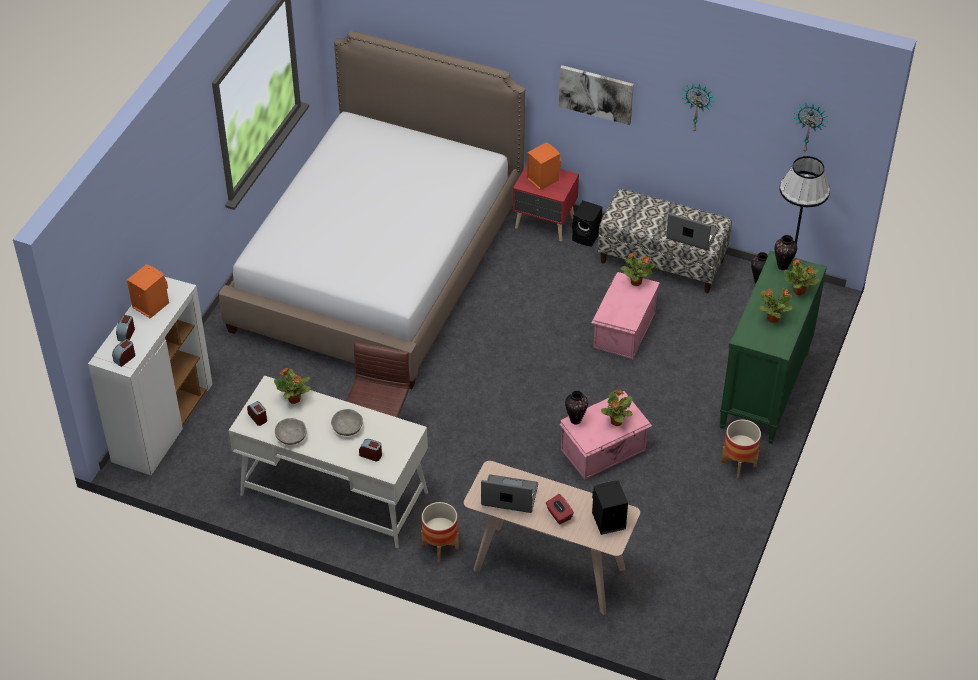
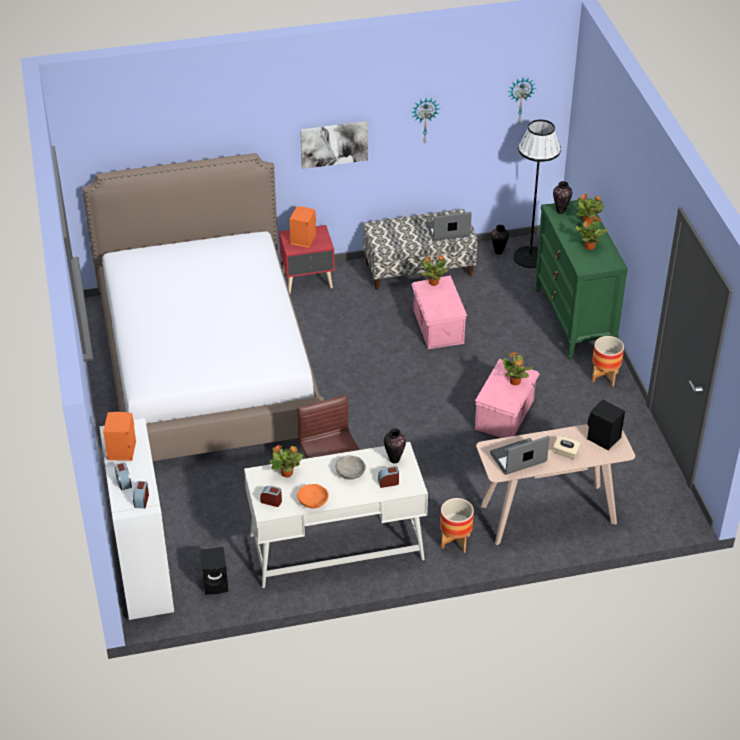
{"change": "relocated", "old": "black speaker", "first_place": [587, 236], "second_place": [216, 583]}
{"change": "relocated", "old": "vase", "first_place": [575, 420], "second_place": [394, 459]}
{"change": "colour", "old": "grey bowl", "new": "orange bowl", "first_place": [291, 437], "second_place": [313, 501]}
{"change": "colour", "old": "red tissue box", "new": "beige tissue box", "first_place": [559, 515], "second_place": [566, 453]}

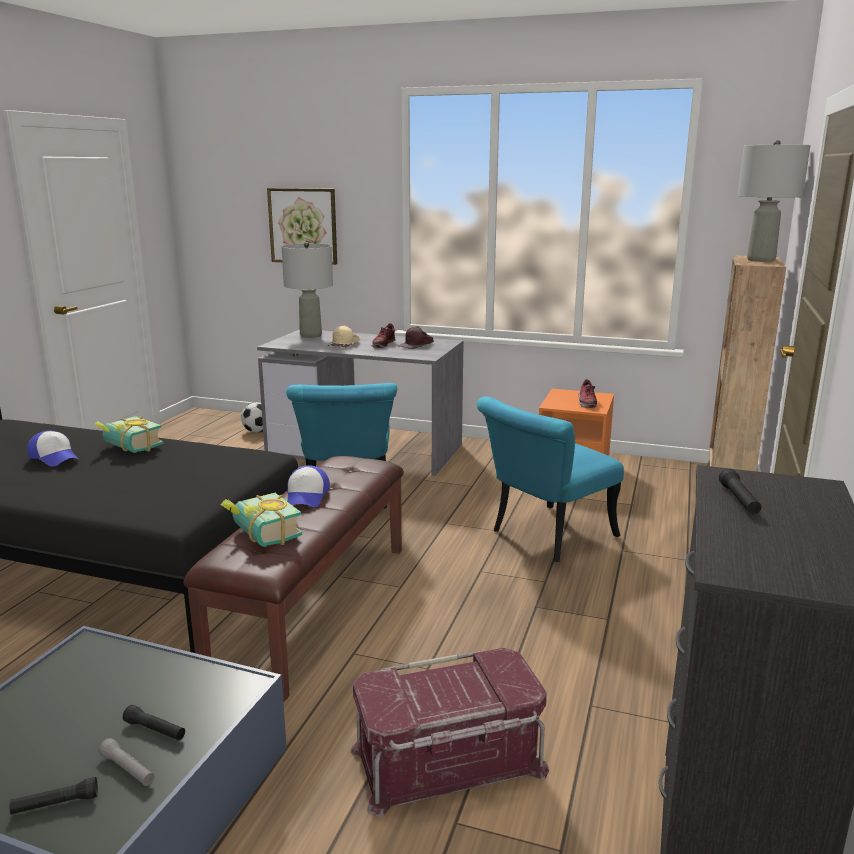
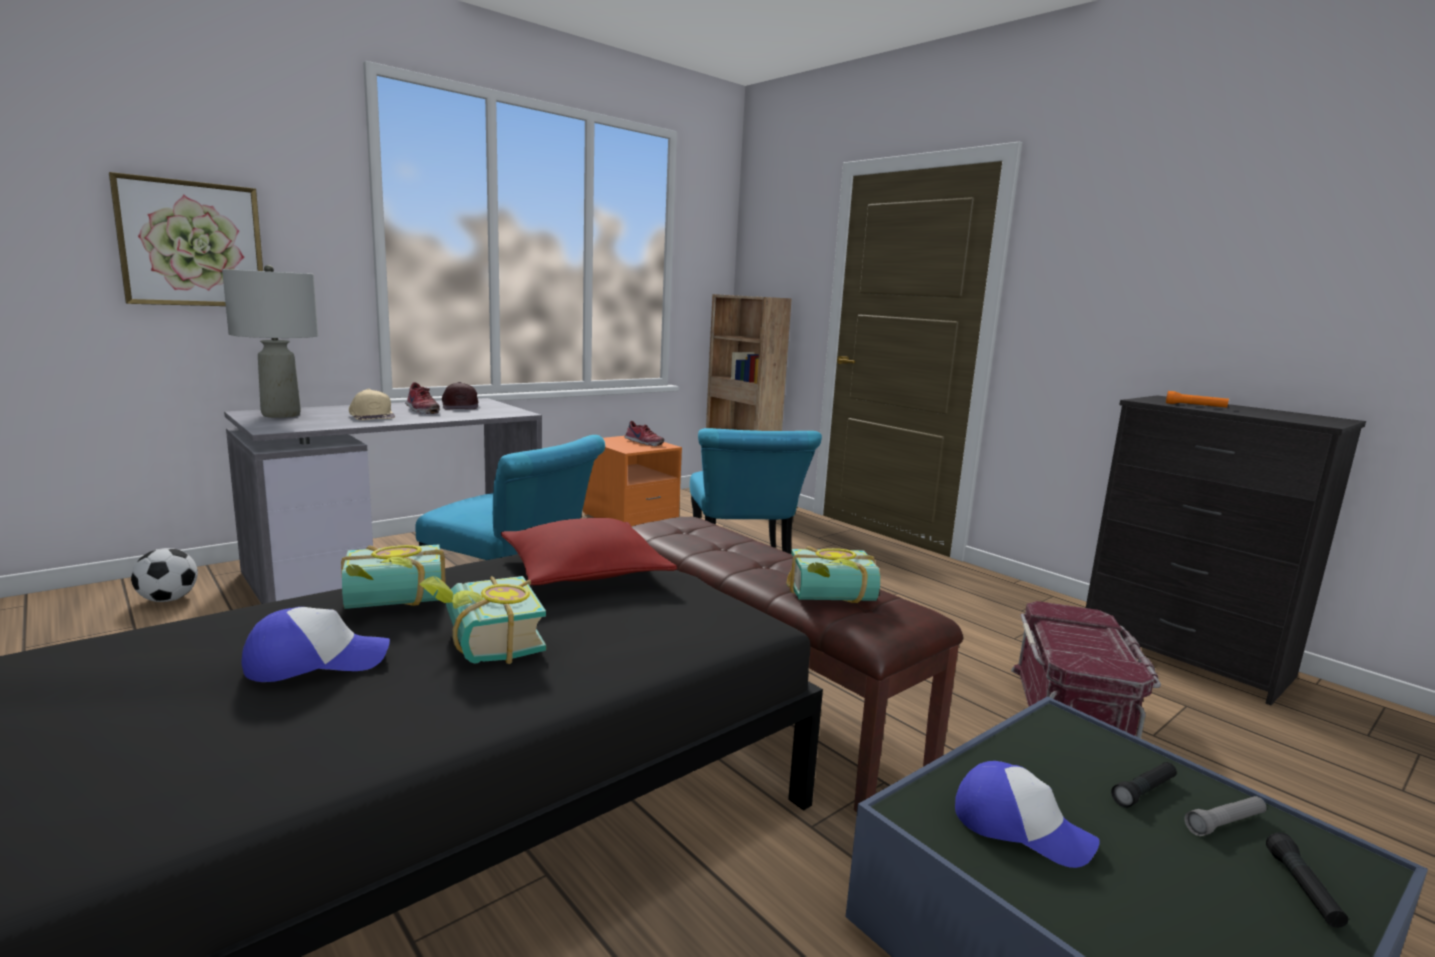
{"change": "missing", "old": "grey table lamp", "first_place": [760, 260]}
{"change": "relocated", "old": "cap", "first_place": [307, 496], "second_place": [1020, 827]}
{"change": "colour", "old": "black flashlight", "new": "orange flashlight", "first_place": [739, 500], "second_place": [1195, 406]}
{"change": "appeared", "new": "red pillow", "second_place": [584, 571]}
{"change": "appeared", "new": "book", "second_place": [482, 644]}

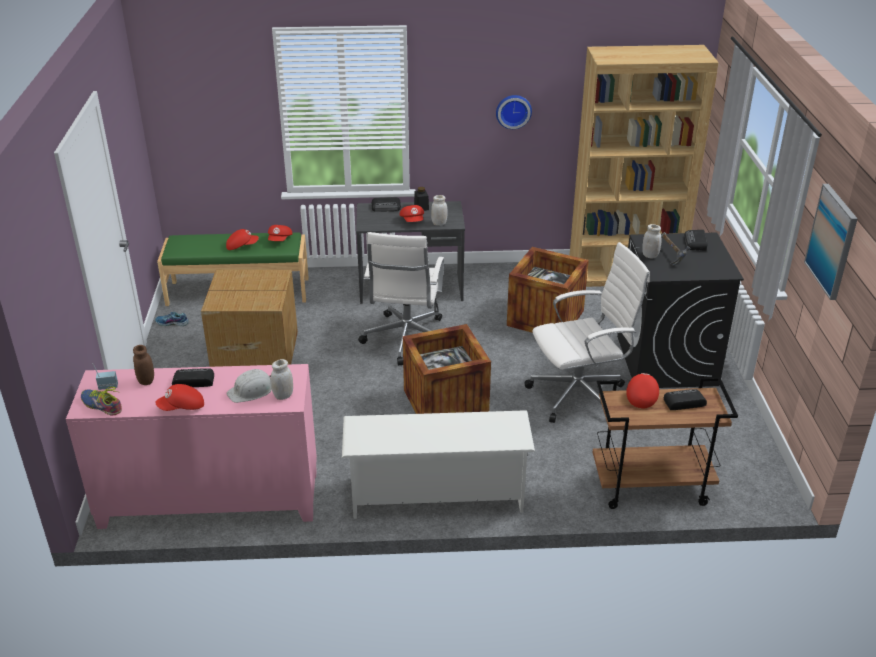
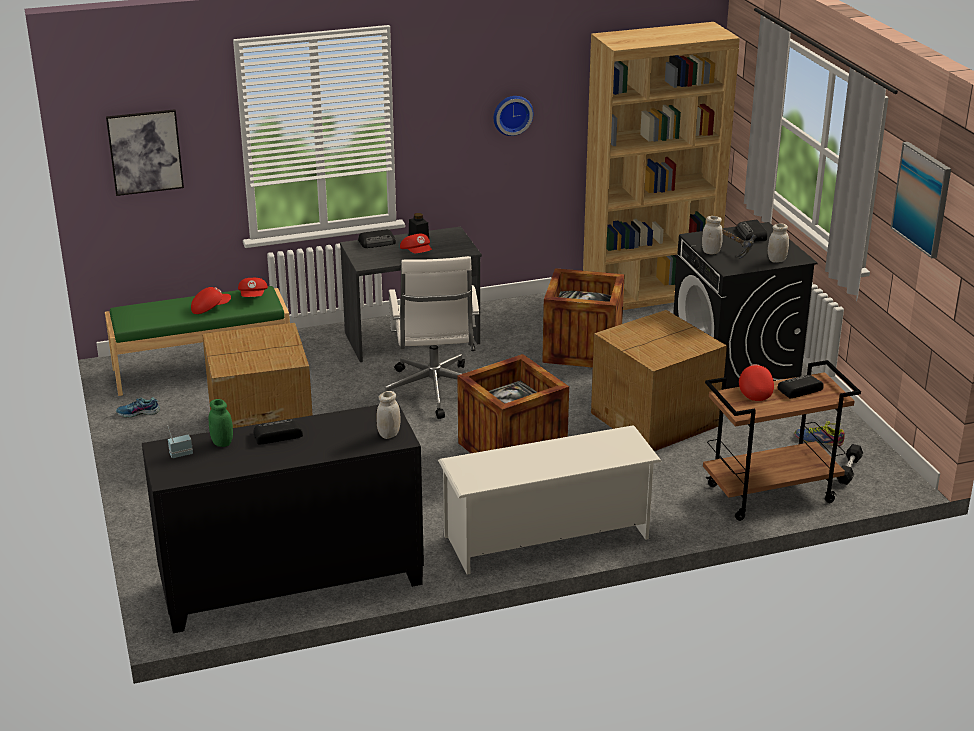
{"change": "relocated", "old": "white jar", "first_place": [439, 223], "second_place": [776, 260]}
{"change": "exchanged", "old": "white office chair", "new": "cardboard box", "first_place": [580, 395], "second_place": [657, 419]}
{"change": "colour", "old": "brown jar", "new": "green jar", "first_place": [146, 381], "second_place": [222, 442]}
{"change": "colour", "old": "pink cabinet", "new": "black cabinet", "first_place": [210, 500], "second_place": [291, 584]}
{"change": "missing", "old": "white hard hat", "first_place": [251, 390]}
{"change": "missing", "old": "red cap", "first_place": [182, 407]}
{"change": "relocated", "old": "shoe", "first_place": [101, 405], "second_place": [819, 440]}
{"change": "appeared", "new": "picture", "second_place": [145, 152]}
{"change": "appeared", "new": "black dumbbell", "second_place": [848, 470]}

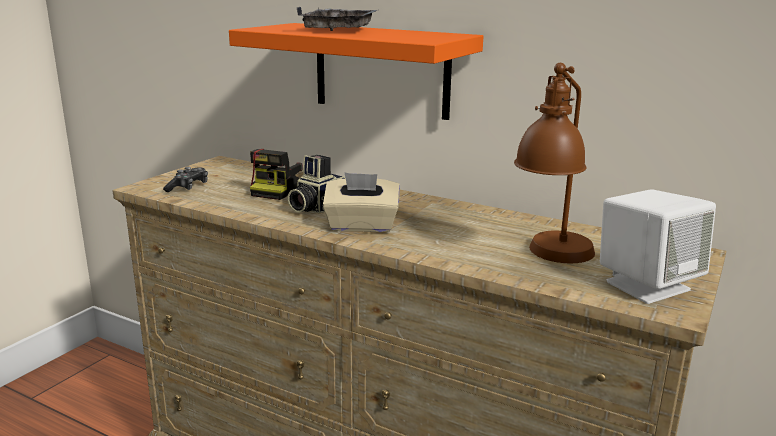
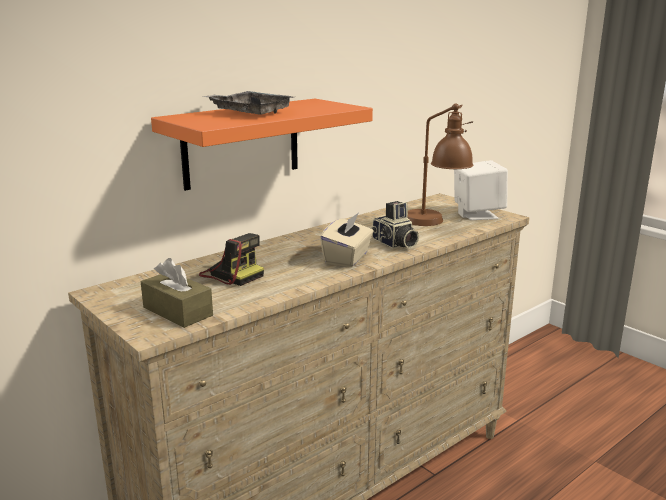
{"change": "relocated", "old": "photo camera", "first_place": [316, 207], "second_place": [394, 244]}
{"change": "exchanged", "old": "game controller", "new": "brown tissue box", "first_place": [188, 187], "second_place": [177, 311]}

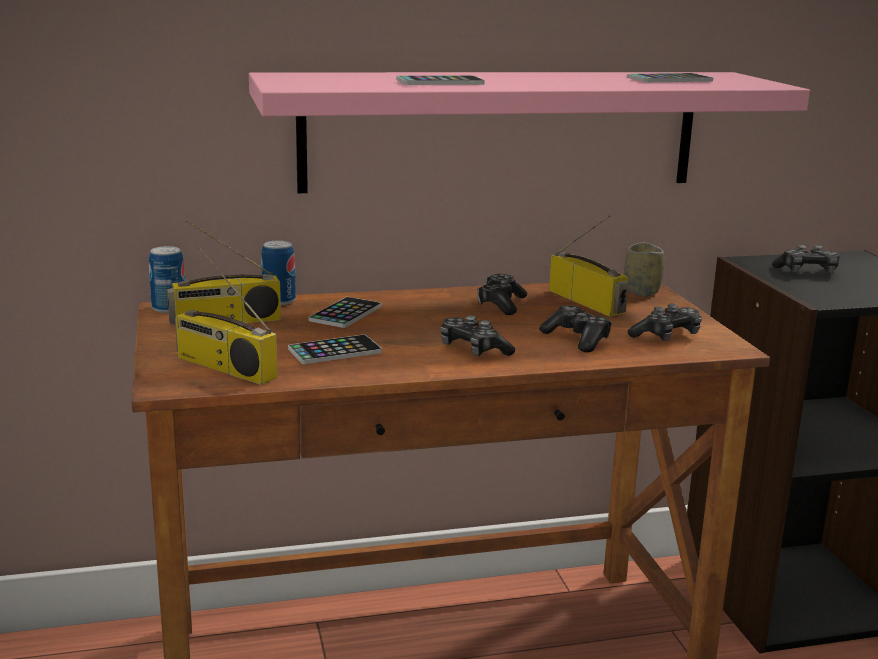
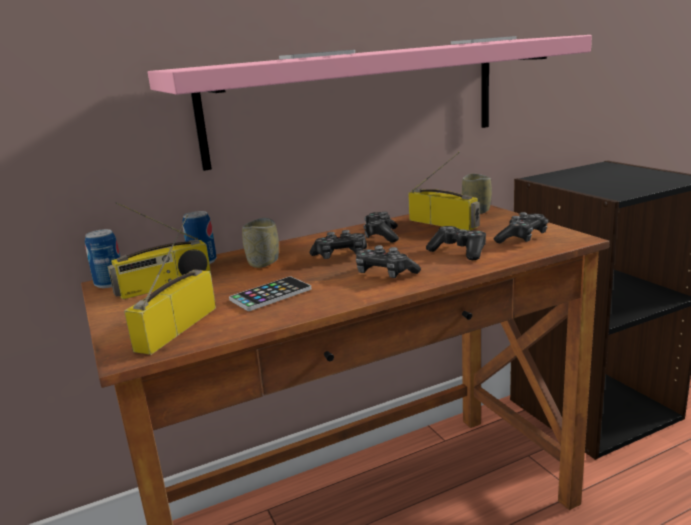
{"change": "relocated", "old": "game controller", "first_place": [807, 272], "second_place": [340, 256]}
{"change": "spun", "old": "radio", "first_place": [223, 367], "second_place": [177, 327], "degrees": 90}
{"change": "exchanged", "old": "phone", "new": "cup", "first_place": [345, 314], "second_place": [263, 262]}

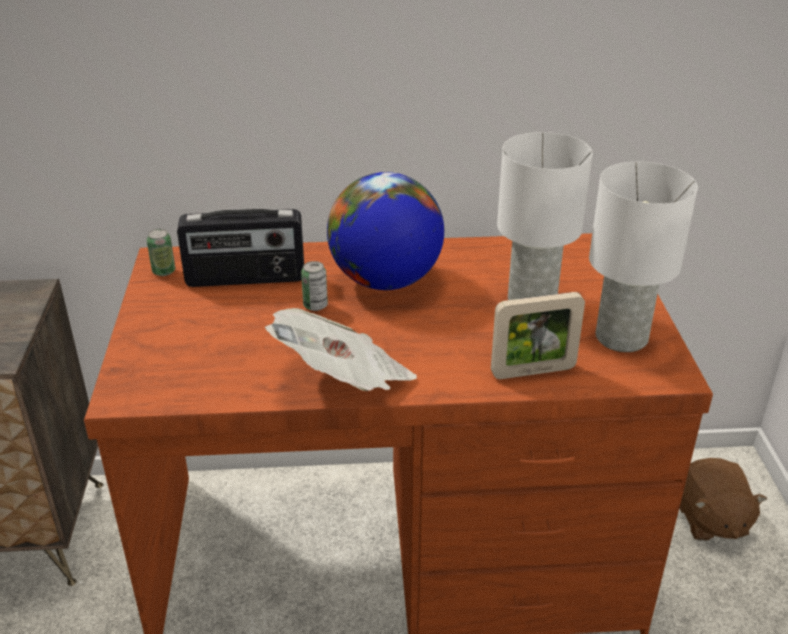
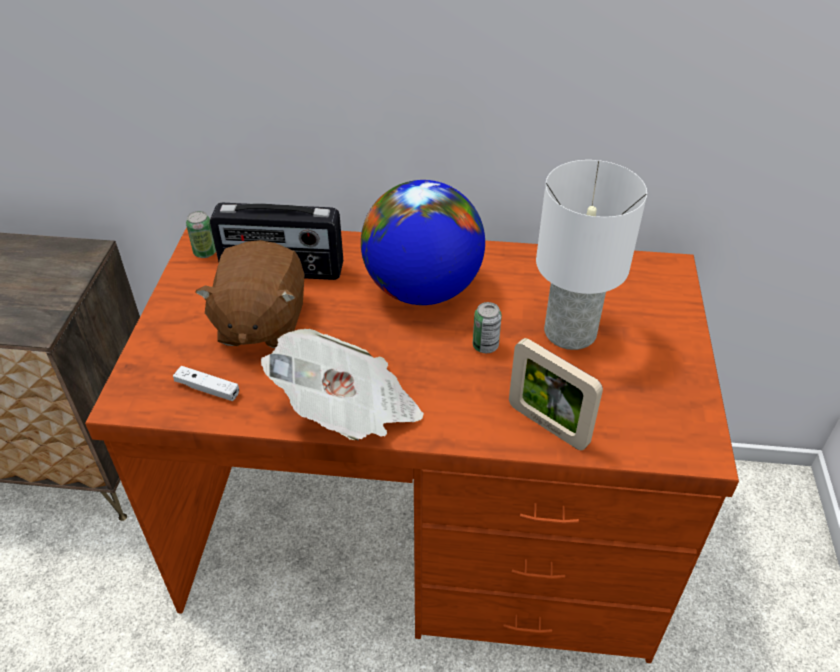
{"change": "missing", "old": "white table lamp", "first_place": [622, 337]}
{"change": "relocated", "old": "can", "first_place": [315, 306], "second_place": [485, 346]}
{"change": "spun", "old": "picture frame", "first_place": [533, 371], "second_place": [547, 425], "degrees": 45}
{"change": "relocated", "old": "brown plush toy", "first_place": [710, 520], "second_place": [261, 323]}
{"change": "appeared", "new": "white game controller", "second_place": [207, 389]}

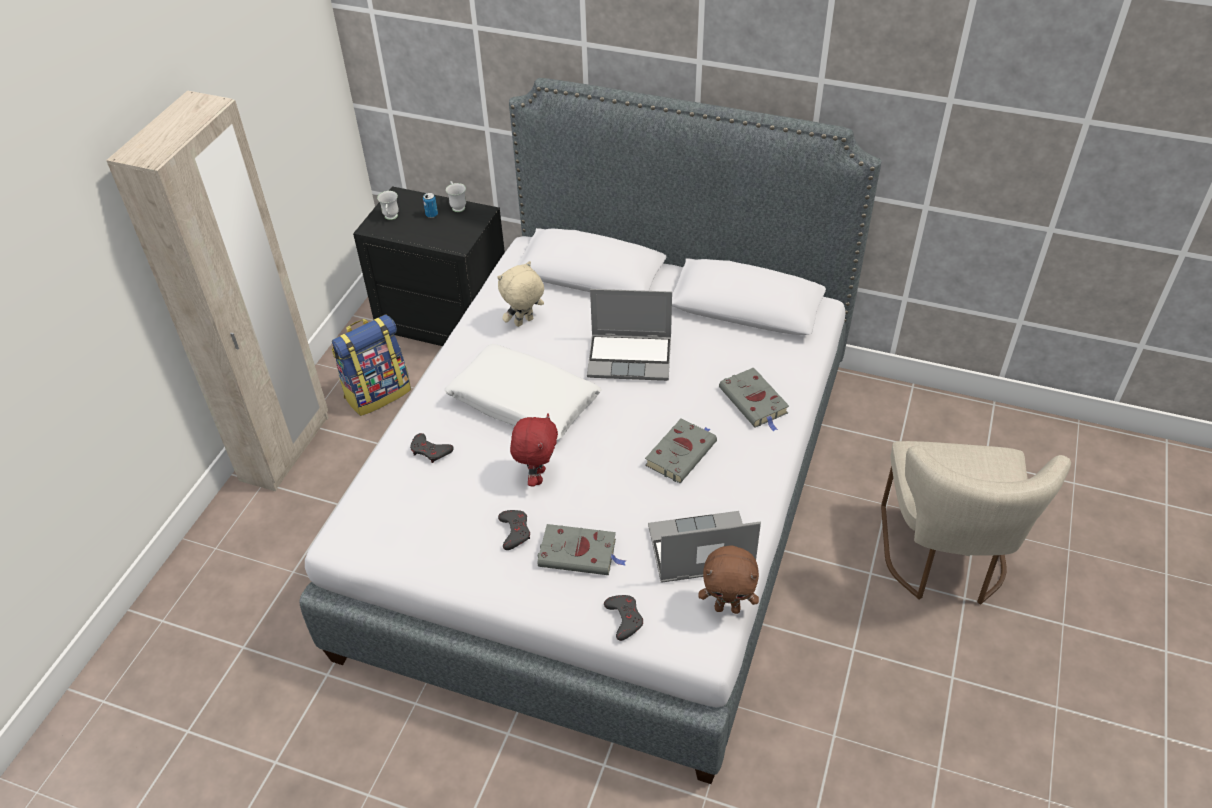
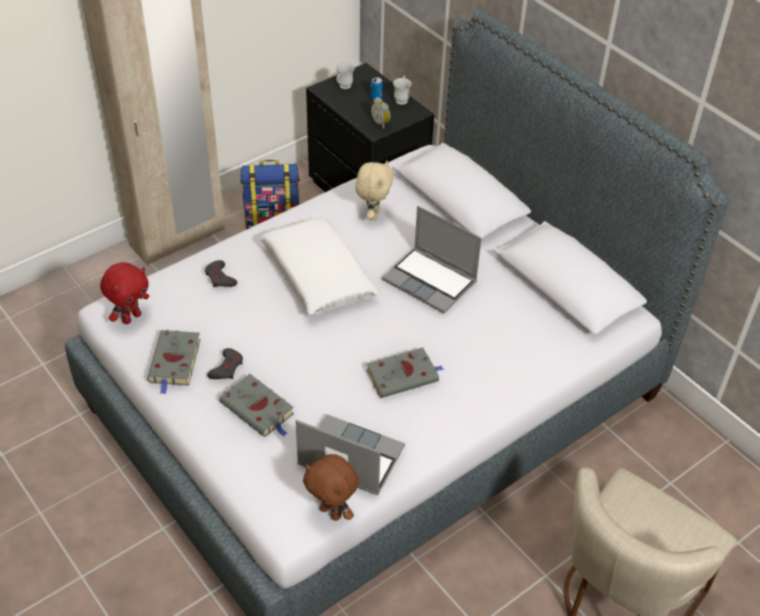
{"change": "spun", "old": "beige plush toy", "first_place": [524, 322], "second_place": [373, 214], "degrees": 105}
{"change": "relocated", "old": "grey book", "first_place": [754, 402], "second_place": [175, 362]}
{"change": "relocated", "old": "red plush toy", "first_place": [537, 476], "second_place": [131, 317]}
{"change": "missing", "old": "grey game controller", "first_place": [624, 618]}
{"change": "appeared", "new": "alarm clock", "second_place": [381, 123]}

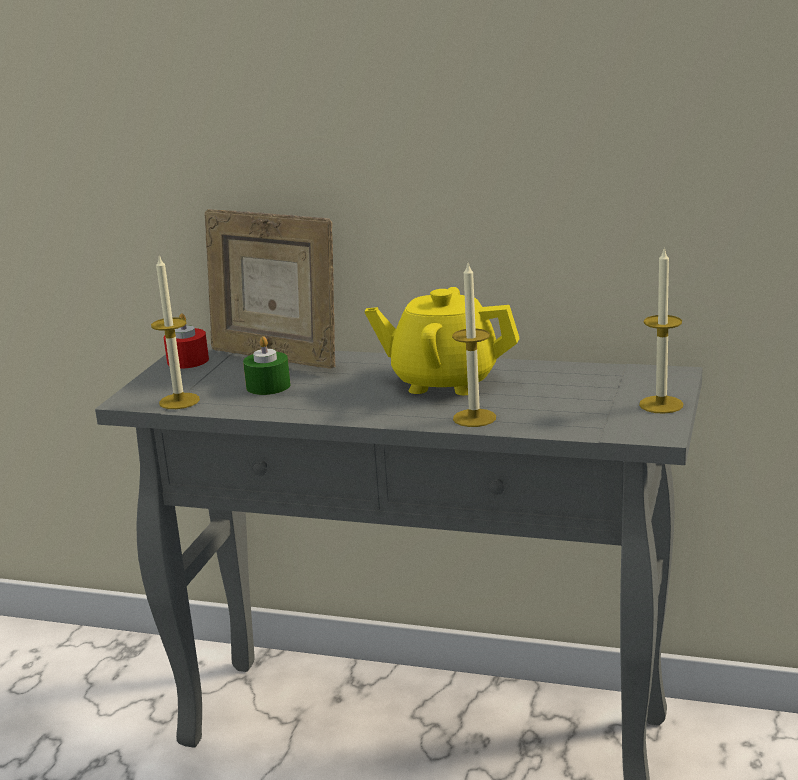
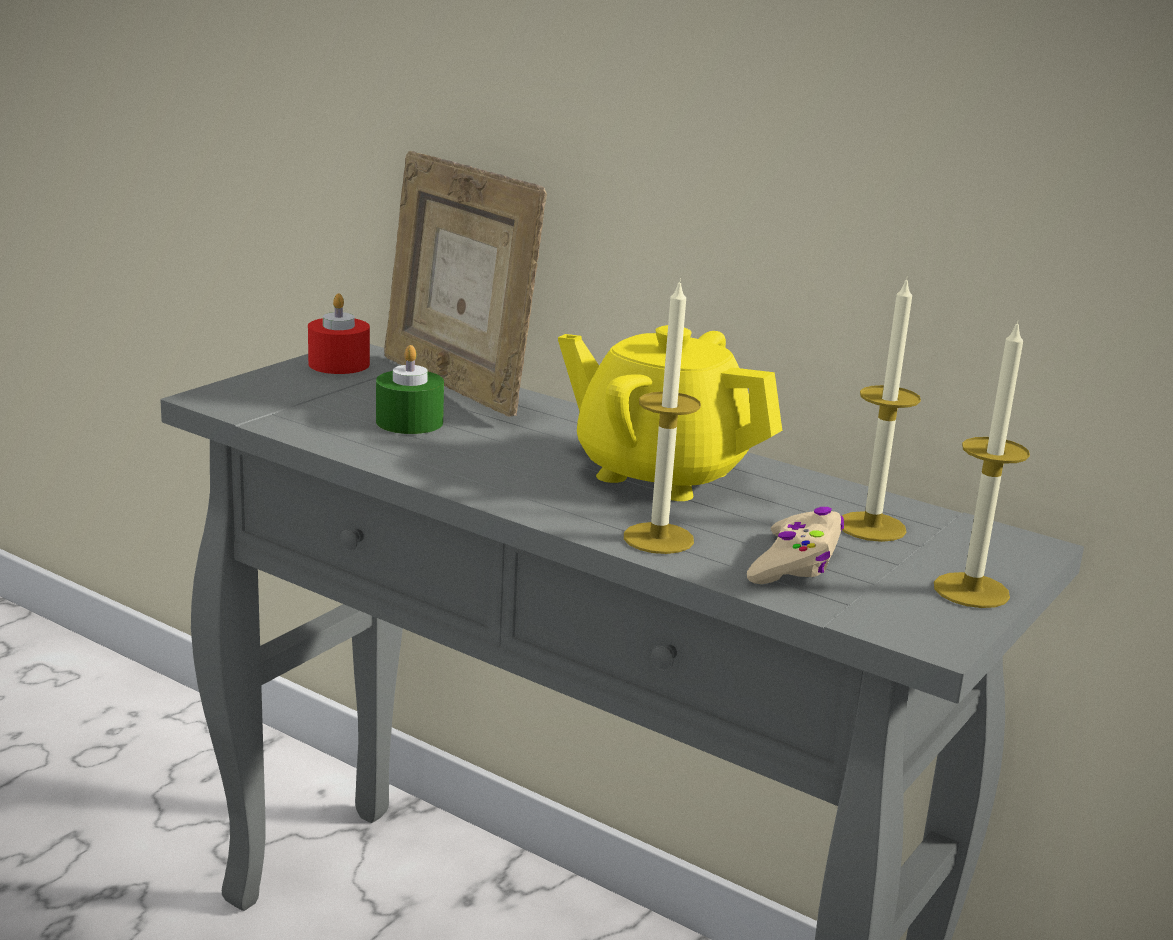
{"change": "relocated", "old": "candle", "first_place": [179, 401], "second_place": [871, 527]}
{"change": "appeared", "new": "beige game controller", "second_place": [796, 563]}

